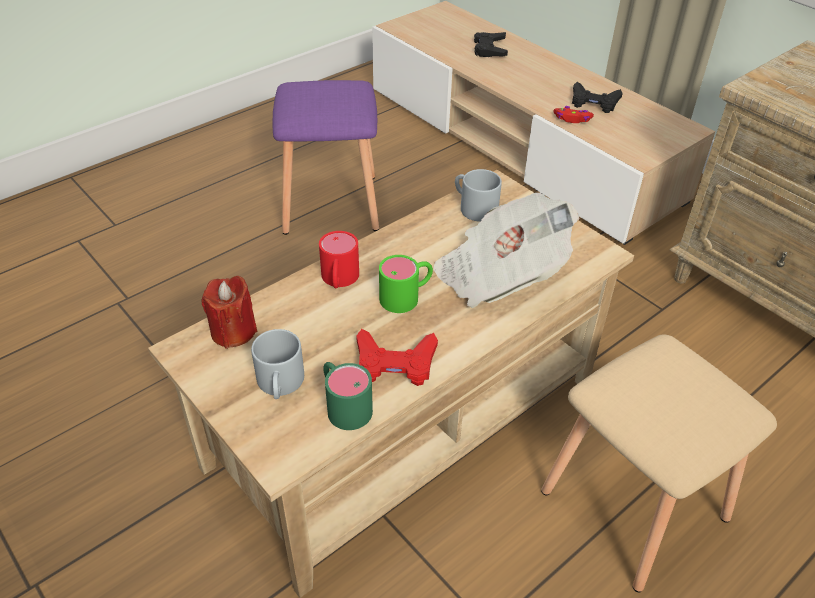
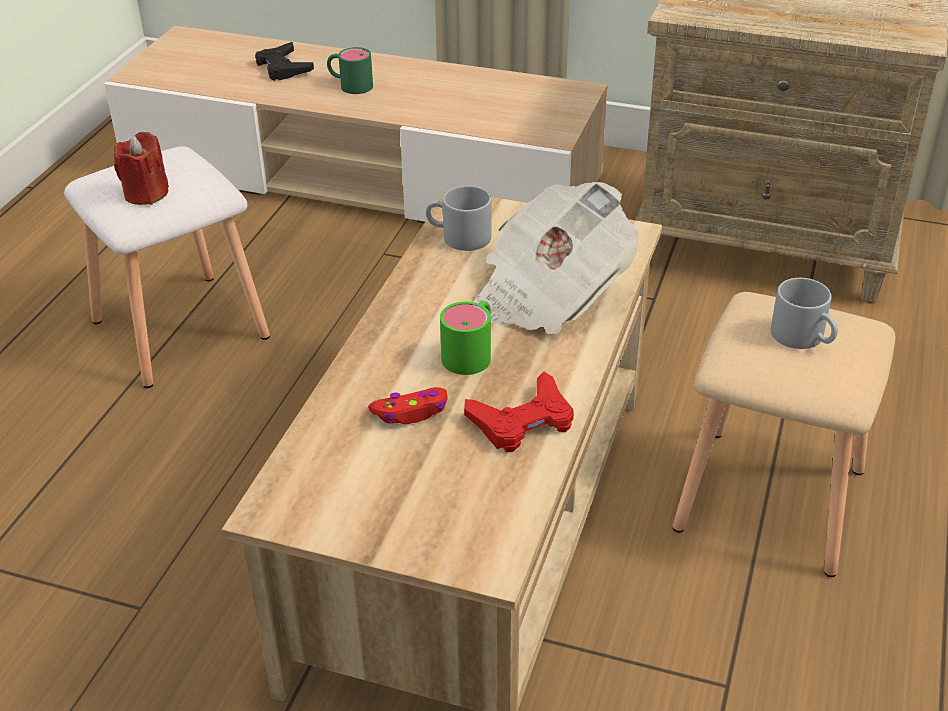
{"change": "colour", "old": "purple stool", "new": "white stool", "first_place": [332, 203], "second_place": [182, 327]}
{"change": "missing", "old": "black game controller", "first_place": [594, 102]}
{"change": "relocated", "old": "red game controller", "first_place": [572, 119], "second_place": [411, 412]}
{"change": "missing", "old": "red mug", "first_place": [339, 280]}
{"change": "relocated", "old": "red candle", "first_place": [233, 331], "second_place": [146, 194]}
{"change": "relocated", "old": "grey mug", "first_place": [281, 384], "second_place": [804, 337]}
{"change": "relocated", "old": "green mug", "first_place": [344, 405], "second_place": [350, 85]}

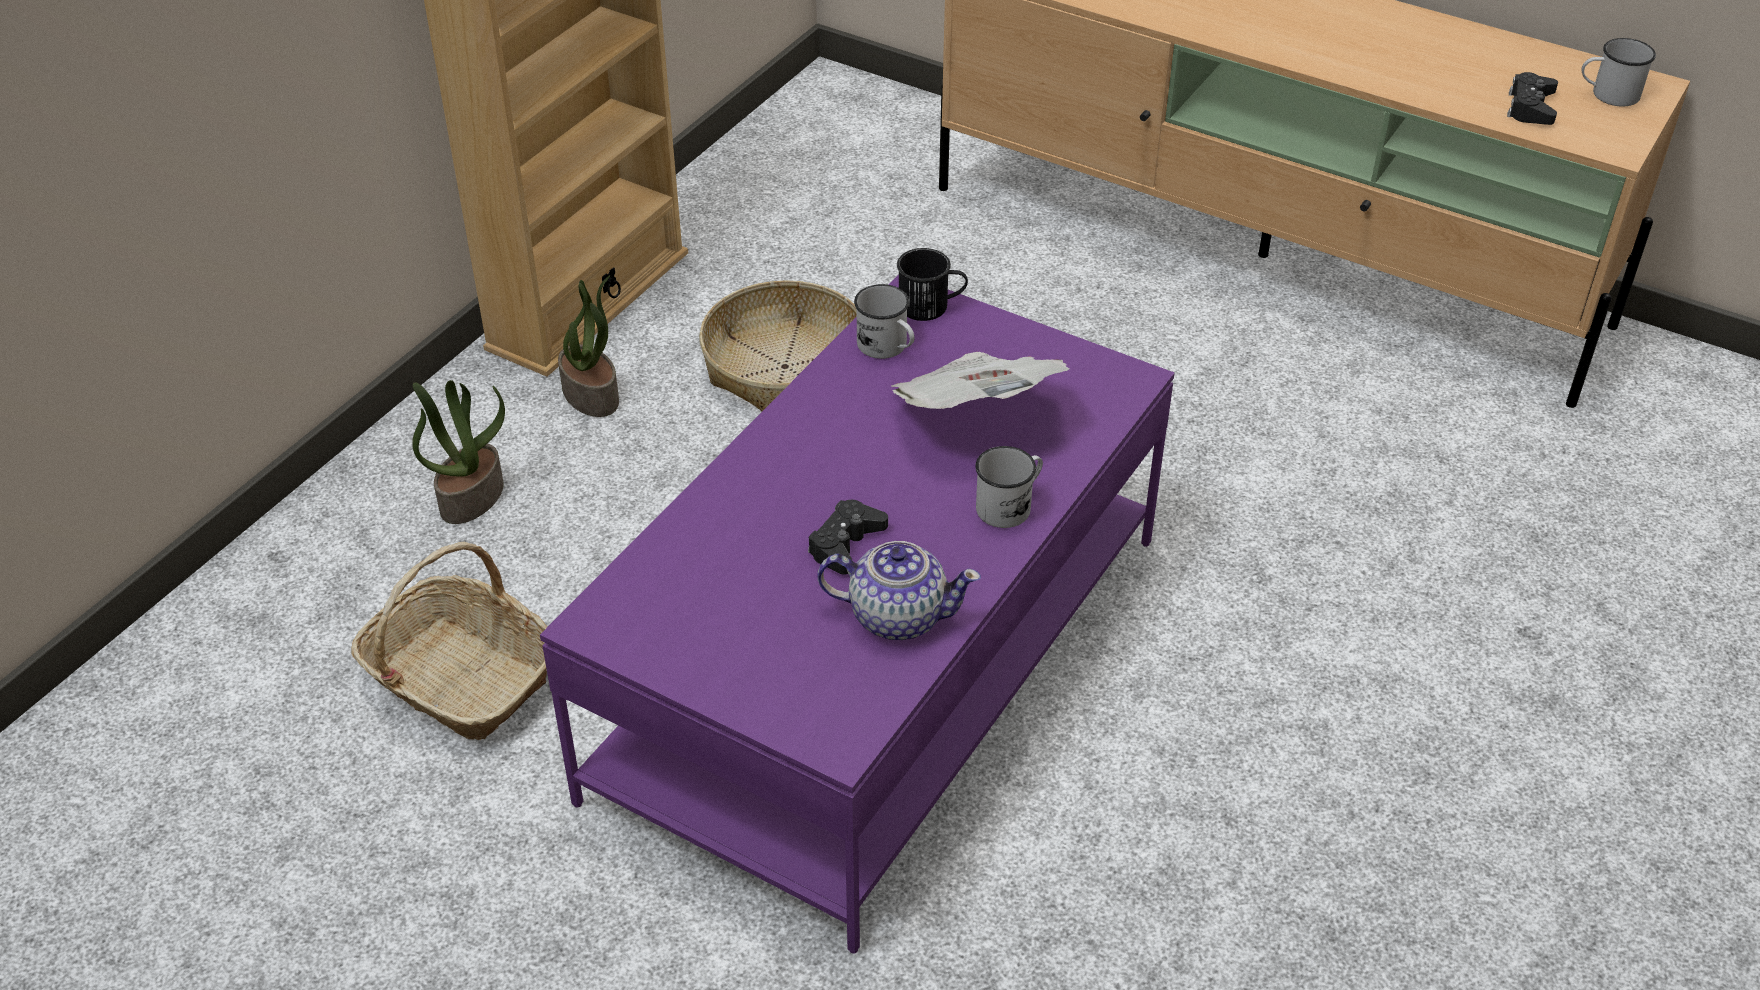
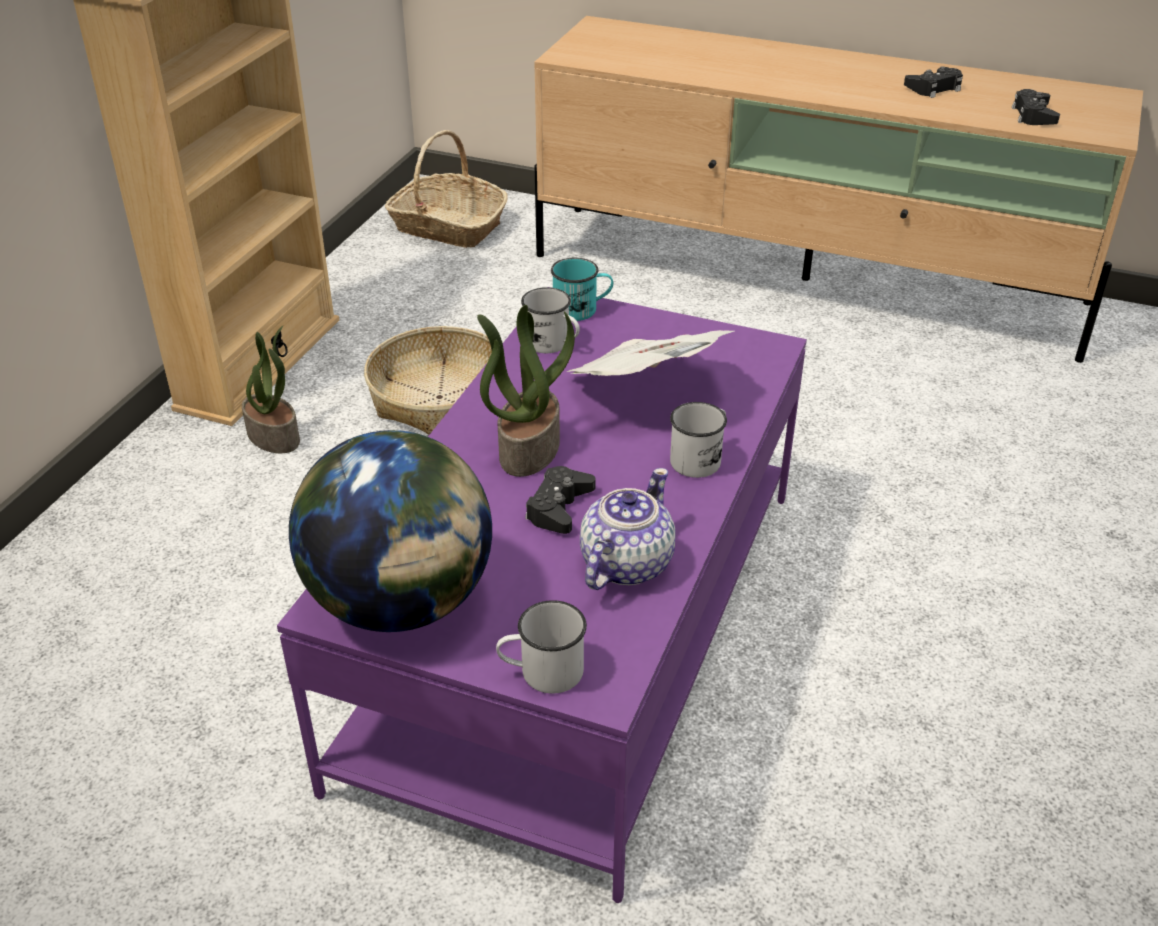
{"change": "relocated", "old": "white mug", "first_place": [1608, 94], "second_place": [542, 672]}
{"change": "colour", "old": "black mug", "new": "turquoise mug", "first_place": [931, 306], "second_place": [582, 309]}
{"change": "relocated", "old": "potted plant", "first_place": [471, 497], "second_place": [528, 448]}
{"change": "spun", "old": "teapot", "first_place": [897, 615], "second_place": [625, 564], "degrees": -60}
{"change": "relocated", "old": "basket", "first_place": [459, 678], "second_place": [447, 226]}
{"change": "appeared", "new": "black game controller", "second_place": [934, 88]}
{"change": "appeared", "new": "globe", "second_place": [401, 602]}

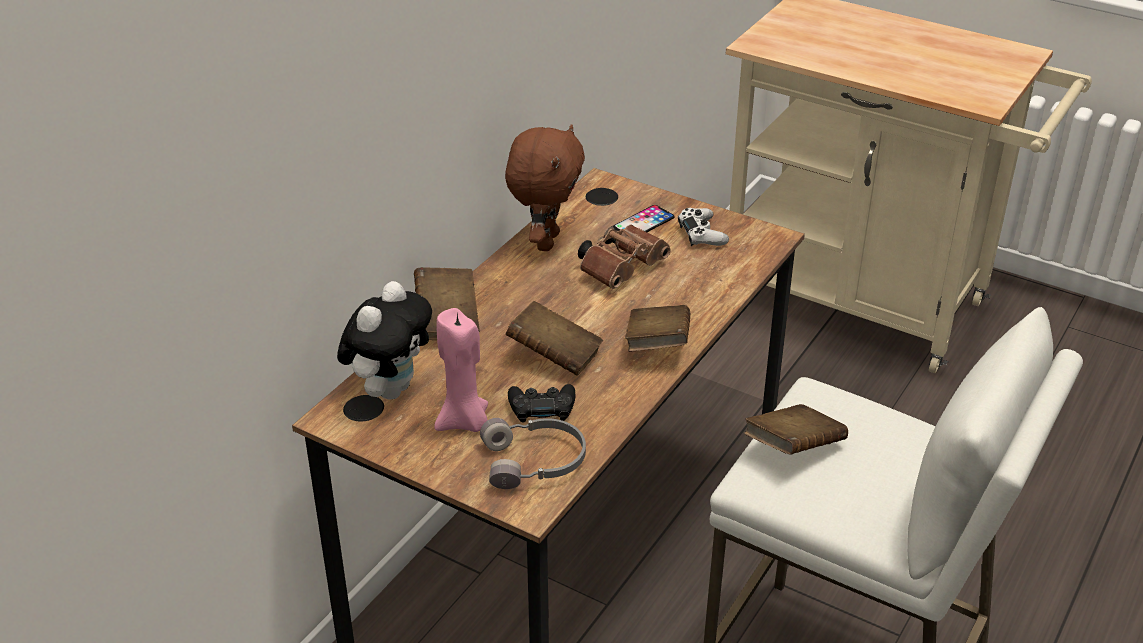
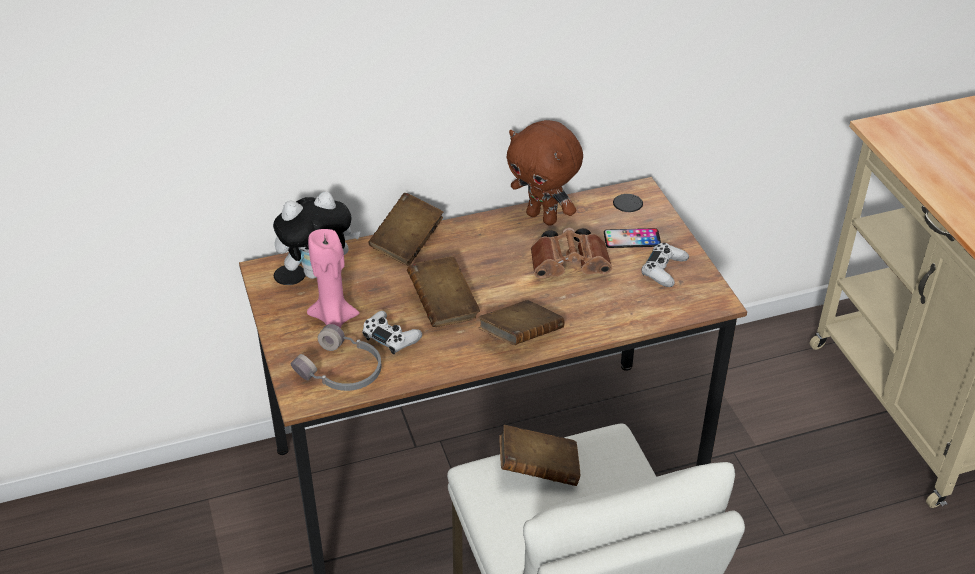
{"change": "spun", "old": "brown plush toy", "first_place": [545, 241], "second_place": [543, 217], "degrees": 75}
{"change": "colour", "old": "black game controller", "new": "white game controller", "first_place": [542, 408], "second_place": [391, 337]}

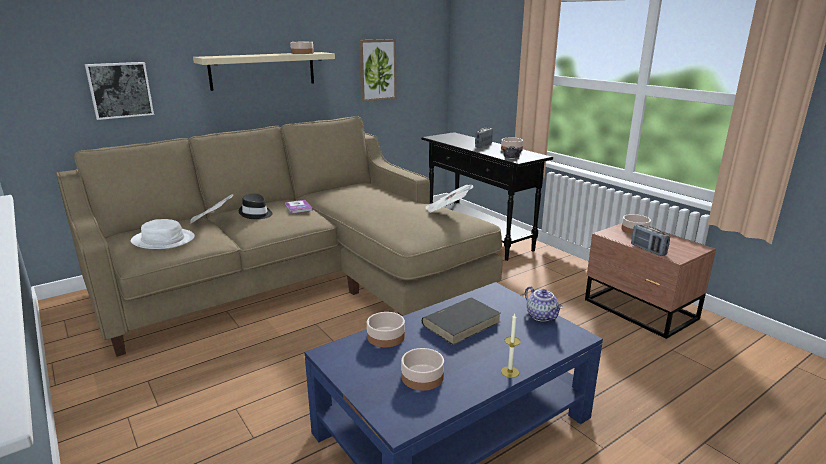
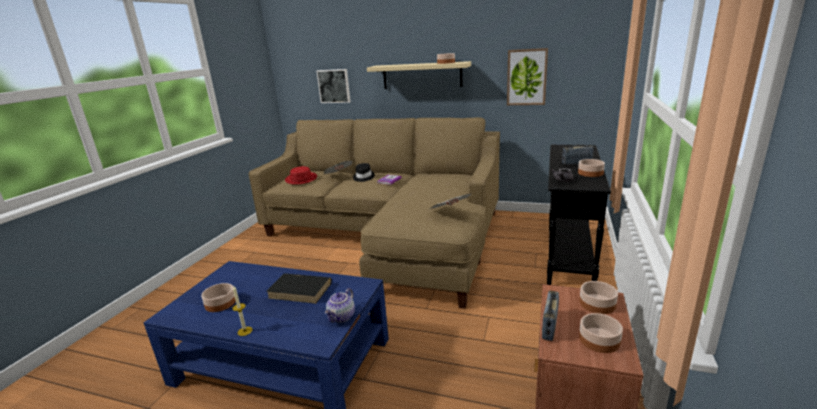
{"change": "colour", "old": "white hat", "new": "red hat", "first_place": [163, 240], "second_place": [301, 179]}
{"change": "relocated", "old": "bowl", "first_place": [385, 337], "second_place": [598, 340]}

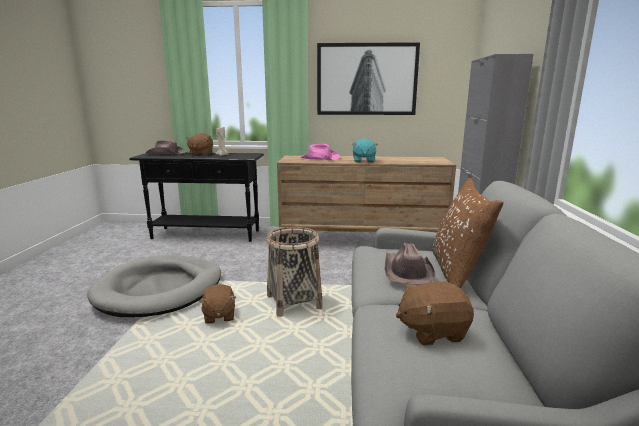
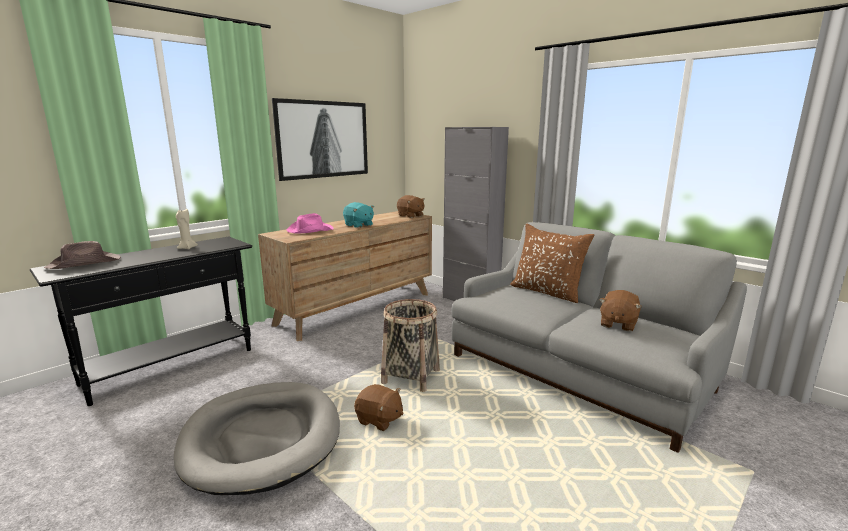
{"change": "relocated", "old": "brown plush toy", "first_place": [201, 154], "second_place": [410, 216]}
{"change": "missing", "old": "brown hat", "first_place": [407, 271]}

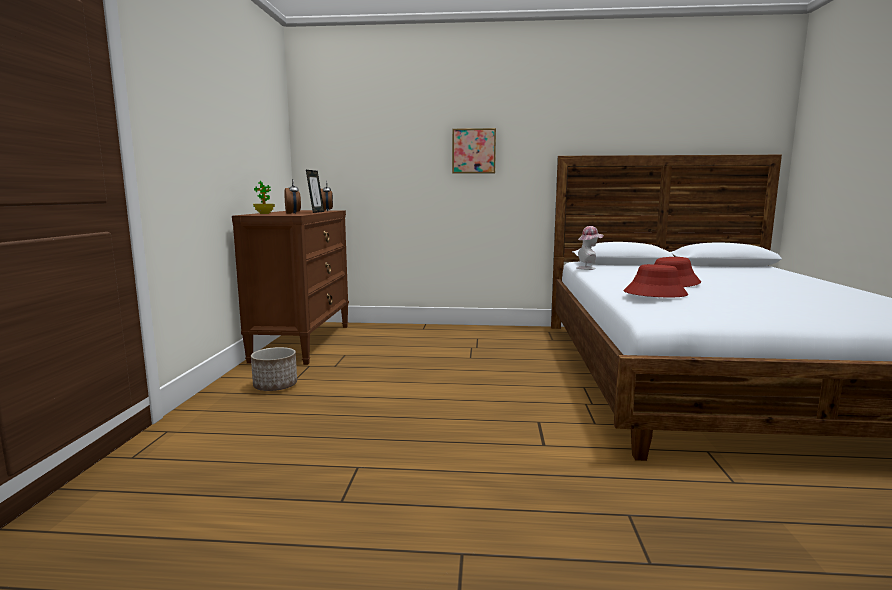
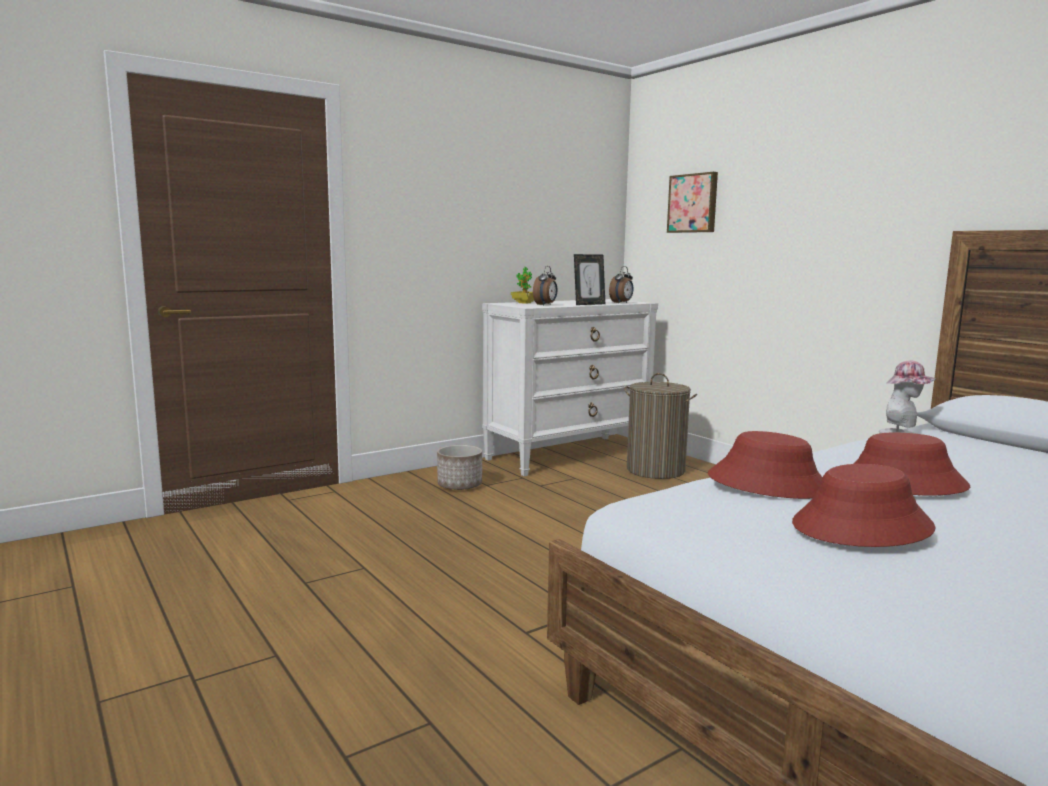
{"change": "relocated", "old": "picture", "first_place": [474, 151], "second_place": [693, 203]}
{"change": "colour", "old": "brown dresser", "new": "white dresser", "first_place": [302, 342], "second_place": [568, 455]}
{"change": "appeared", "new": "laundry basket", "second_place": [655, 470]}
{"change": "appeared", "new": "red hat", "second_place": [862, 527]}

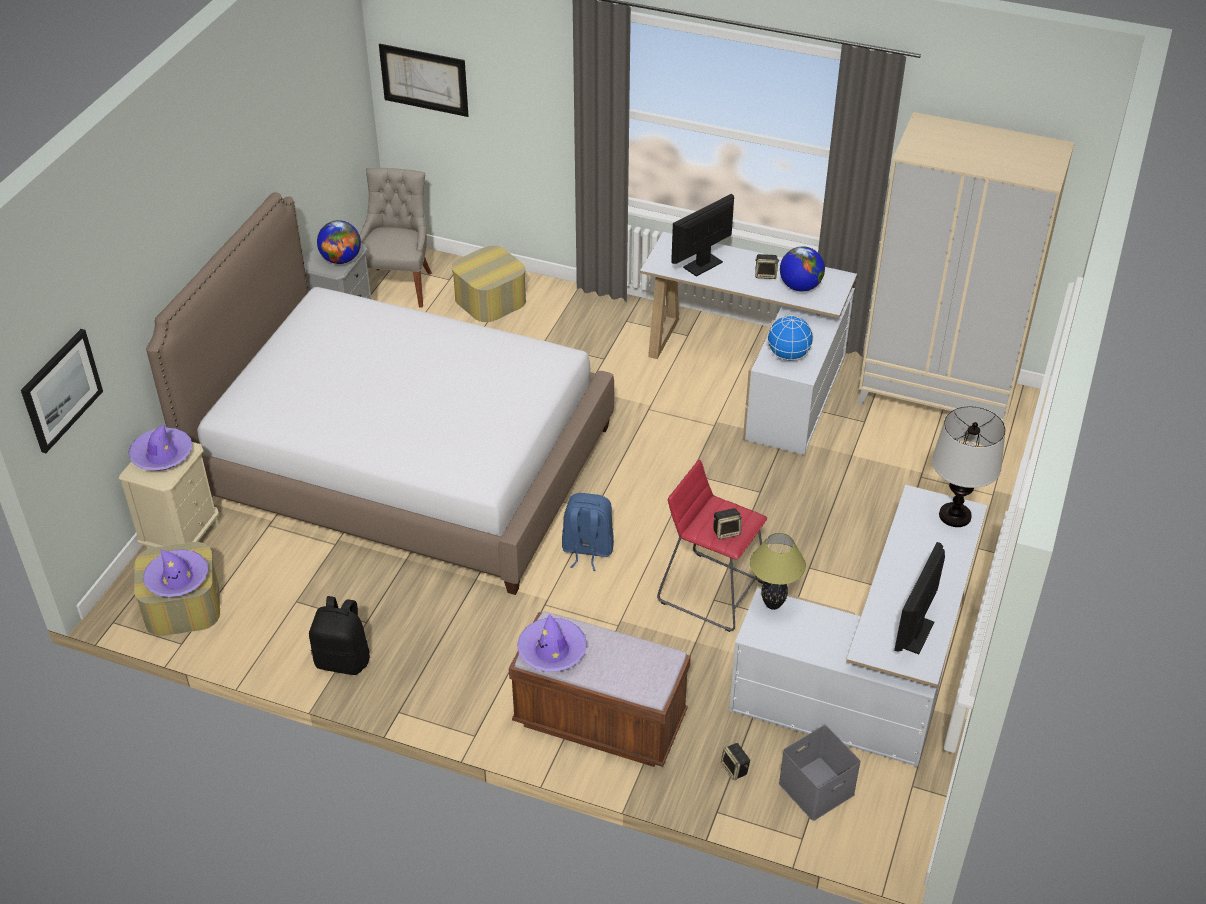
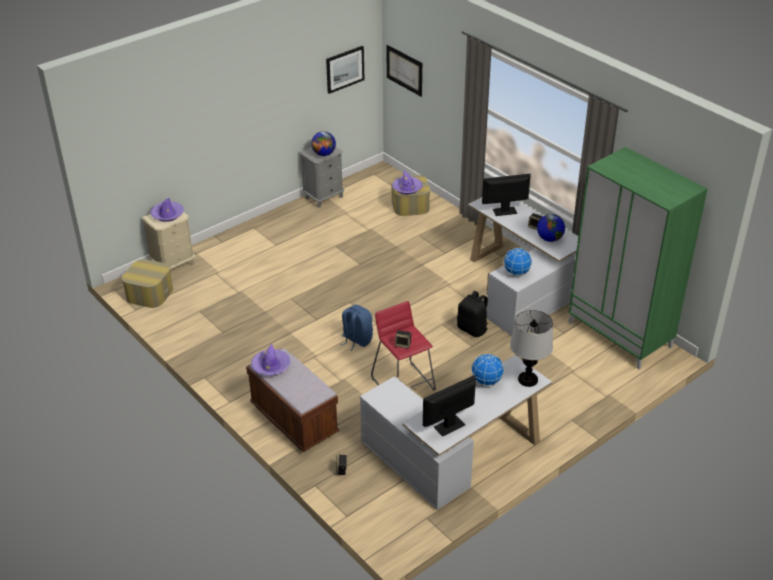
{"change": "colour", "old": "beige wardrobe", "new": "green wardrobe", "first_place": [937, 396], "second_place": [620, 334]}
{"change": "missing", "old": "grey chair", "first_place": [398, 286]}
{"change": "missing", "old": "bed", "first_place": [403, 463]}
{"change": "relocated", "old": "picture", "first_place": [61, 390], "second_place": [344, 69]}
{"change": "missing", "old": "table lamp", "first_place": [773, 604]}
{"change": "relocated", "old": "purple hat", "first_place": [177, 579], "second_place": [407, 188]}
{"change": "relocated", "old": "black backpack", "first_place": [343, 660], "second_place": [472, 329]}
{"change": "missing", "old": "grey storage box", "first_place": [816, 790]}
{"change": "appeared", "new": "globe", "second_place": [487, 381]}

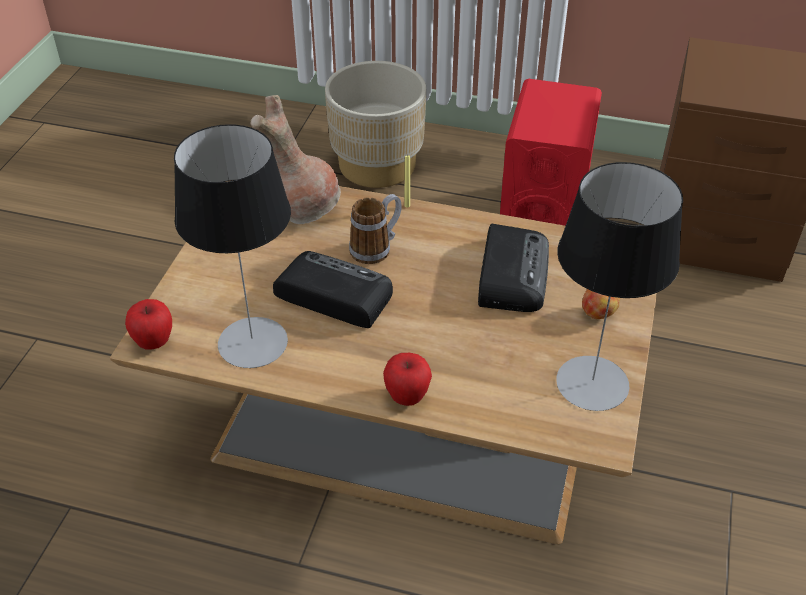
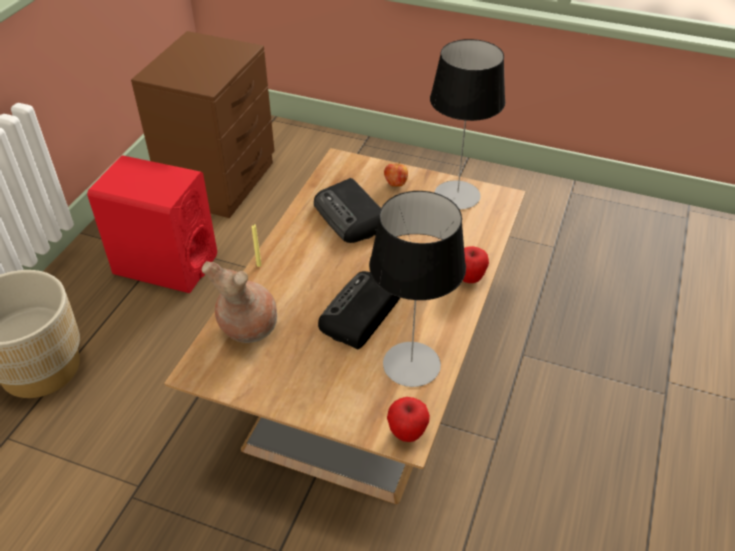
{"change": "missing", "old": "mug", "first_place": [376, 248]}
{"change": "spun", "old": "radio", "first_place": [511, 273], "second_place": [351, 217], "degrees": -135}

